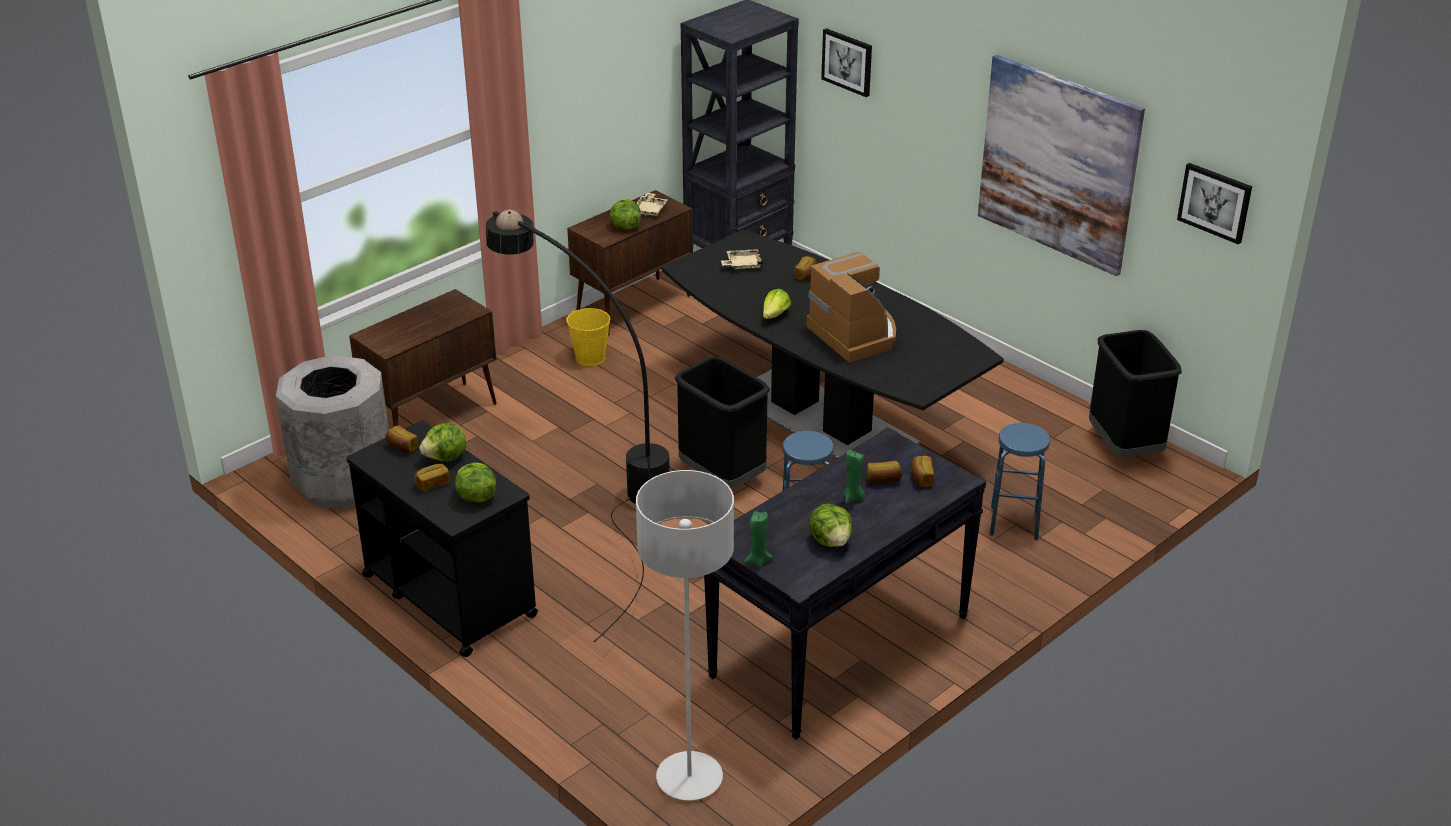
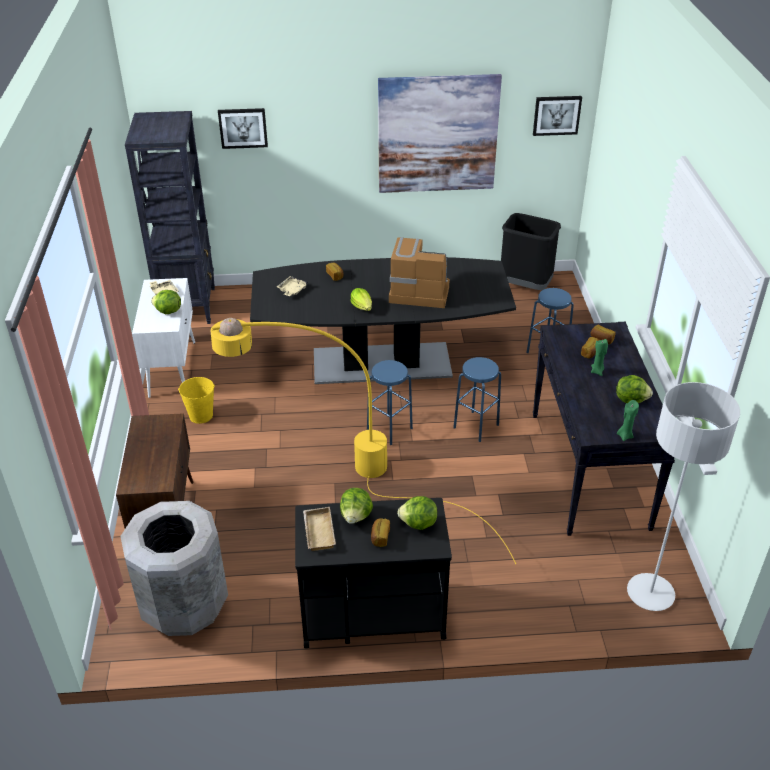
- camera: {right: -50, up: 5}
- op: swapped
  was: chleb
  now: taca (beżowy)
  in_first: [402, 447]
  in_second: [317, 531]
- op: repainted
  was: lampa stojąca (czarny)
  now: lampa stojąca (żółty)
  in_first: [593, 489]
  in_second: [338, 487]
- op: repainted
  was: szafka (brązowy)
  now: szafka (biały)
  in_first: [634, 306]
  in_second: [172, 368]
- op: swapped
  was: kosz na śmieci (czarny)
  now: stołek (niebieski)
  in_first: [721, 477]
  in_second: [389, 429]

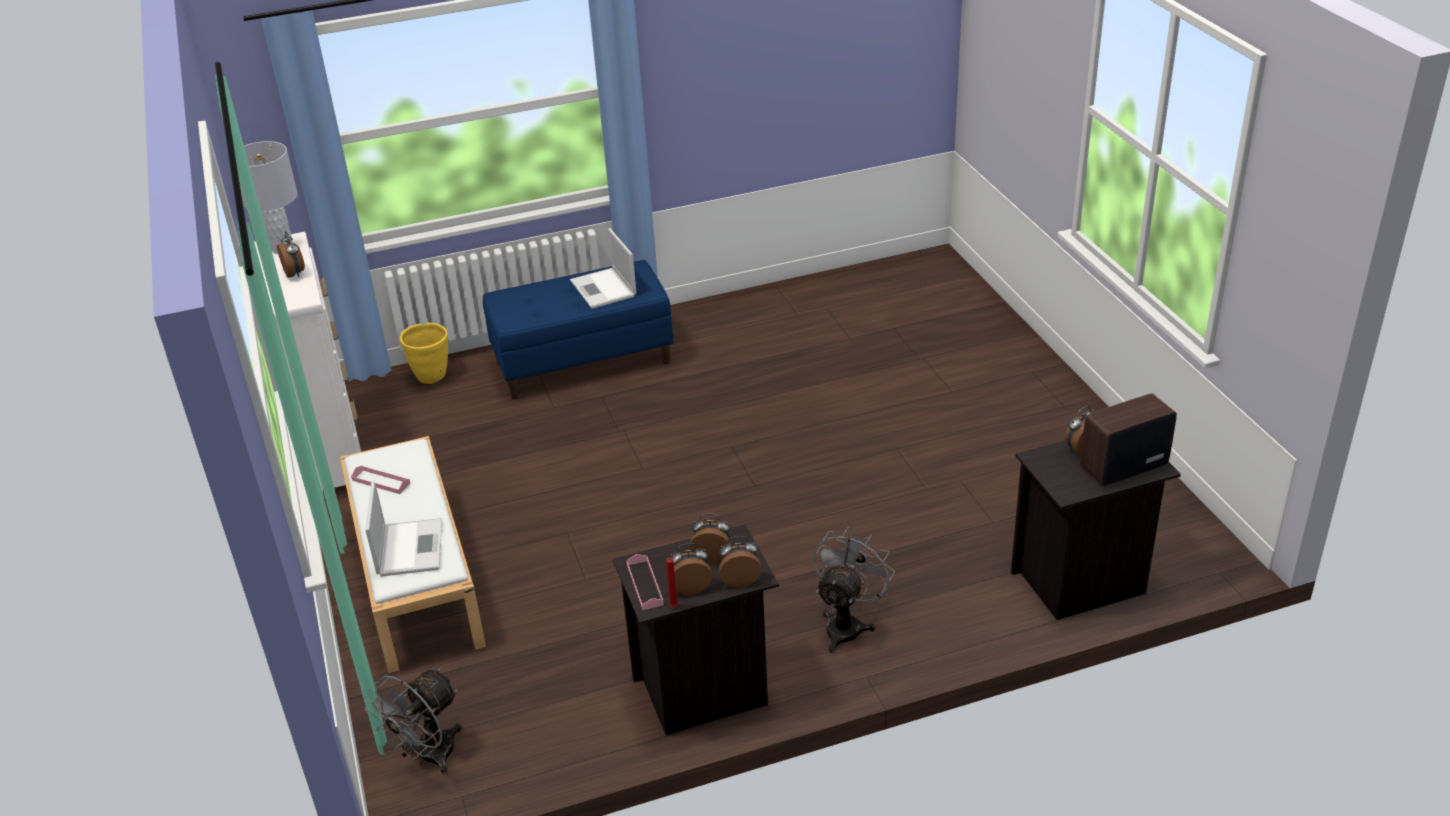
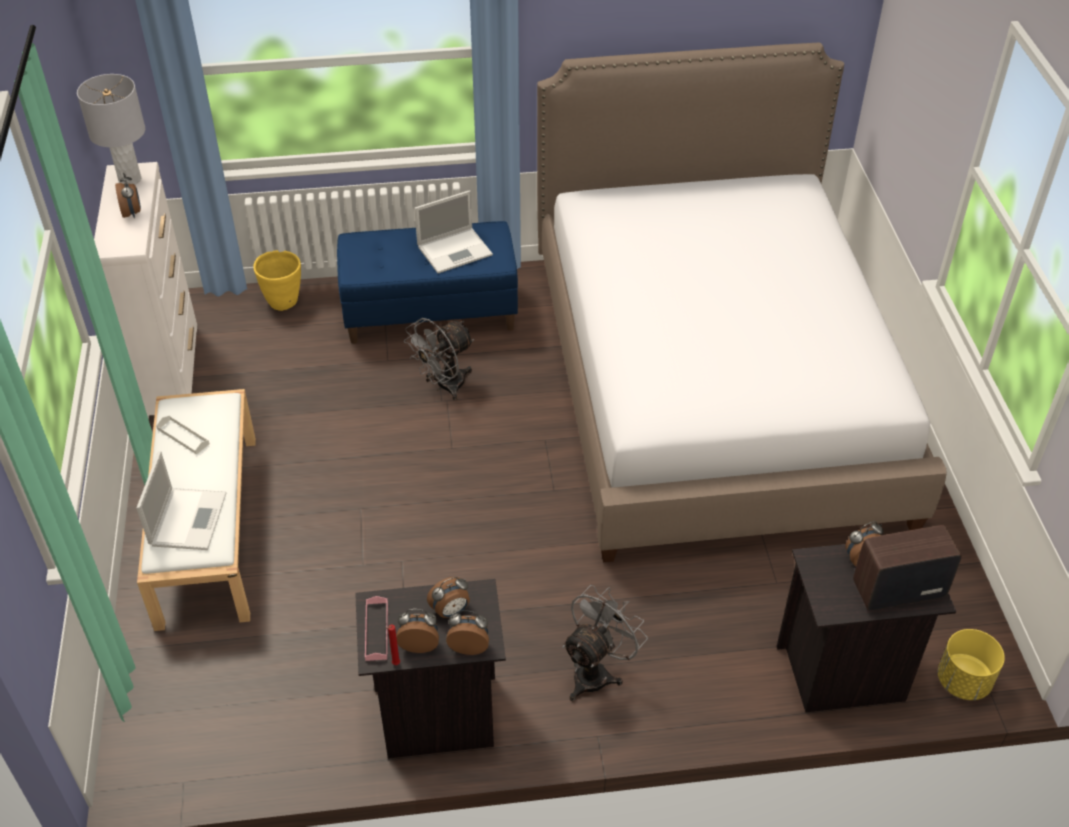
- camera: {right: 10, up: 10}
- op: repainted
  was: taca (różowy)
  now: taca (biały)
  in_first: [381, 482]
  in_second: [183, 436]
- op: shifted
  was: wentylator (szary)
  in_first: [428, 757]
  in_second: [444, 386]
- op: rotated
  was: laptop
  in_first: [604, 289]
  in_second: [456, 250]
  clockwise: -105
- op: rotated
  was: budzik
  in_first: [712, 556]
  in_second: [451, 611]
  clockwise: 135
- op: new
  now: łóżko
  in_second: [713, 385]
- op: new
  now: donica (żółty)
  in_second: [963, 681]

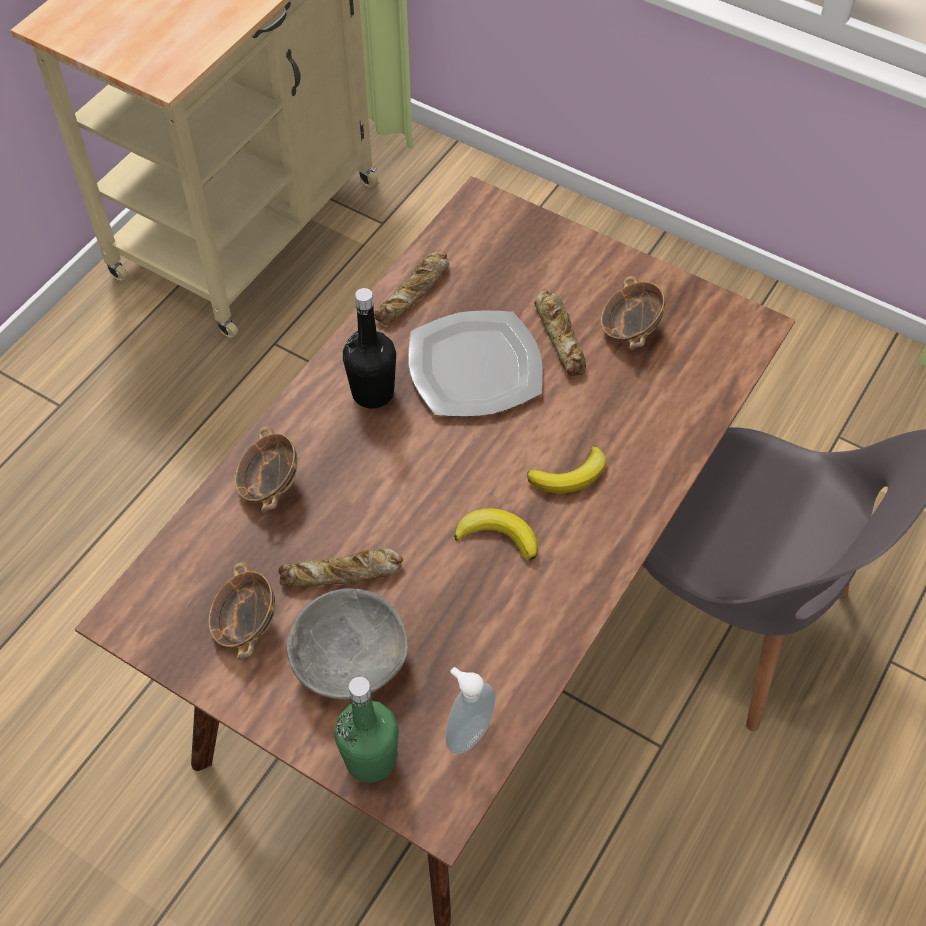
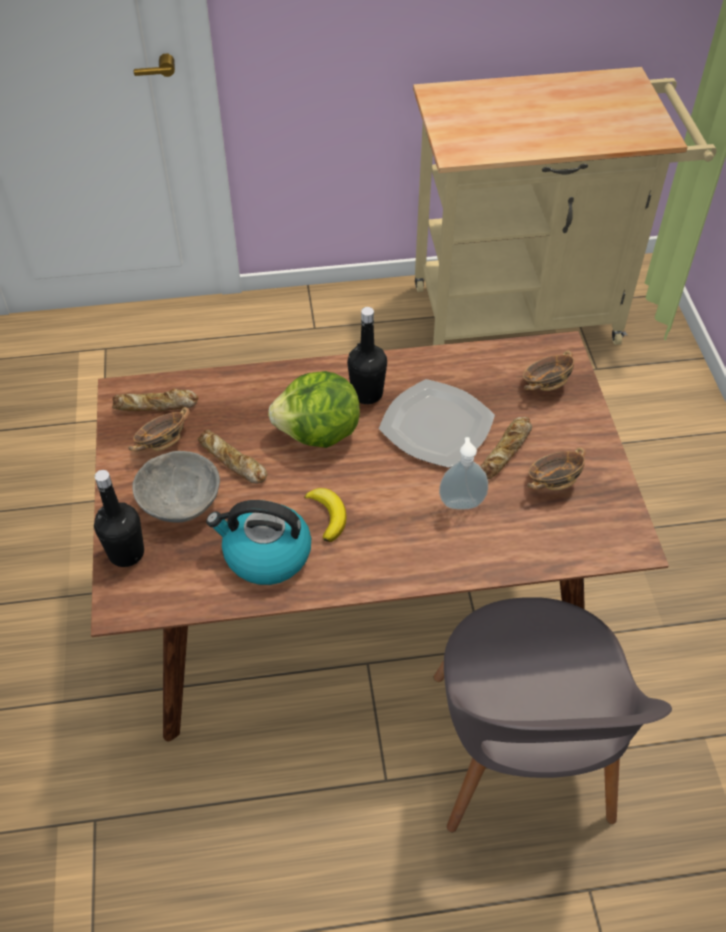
- camera: {right: 50, up: -5}
- op: shifted
  was: miska
  in_first: [269, 484]
  in_second: [545, 384]
- op: repainted
  was: butelka (zielony)
  now: butelka (czarny)
  in_first: [370, 759]
  in_second: [126, 553]
- op: shifted
  was: chleb
  in_first: [414, 293]
  in_second: [156, 405]
- op: shifted
  was: dozownik mydła
  in_first: [467, 732]
  in_second: [461, 502]
- op: gone
  was: banan
  in_first: [570, 476]
- op: new
  now: czajnik
  in_second: [265, 555]
- op: new
  now: sałata
  in_second: [319, 434]

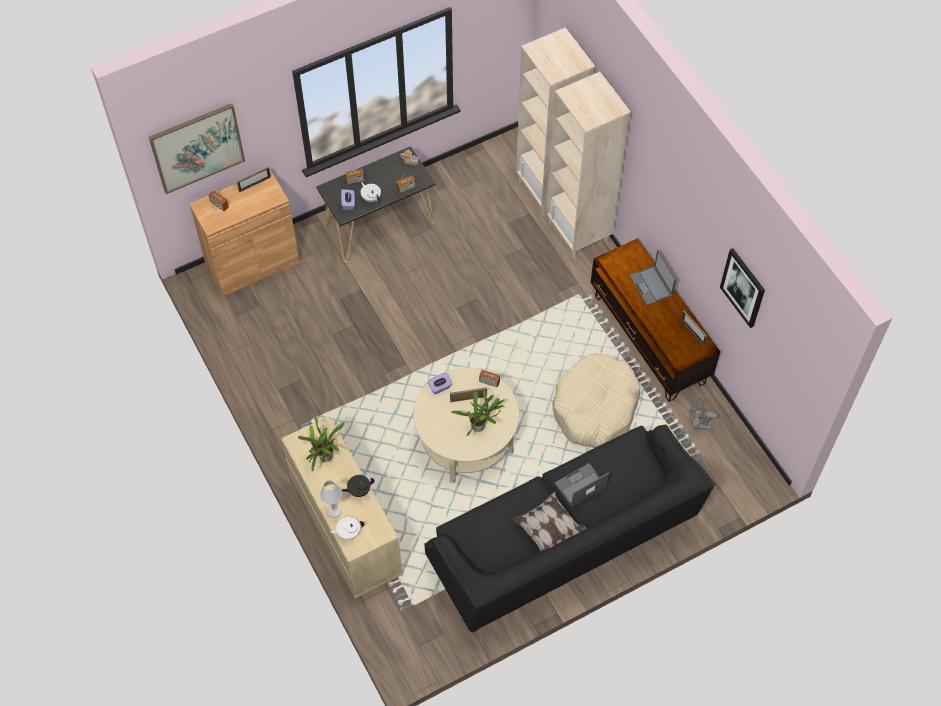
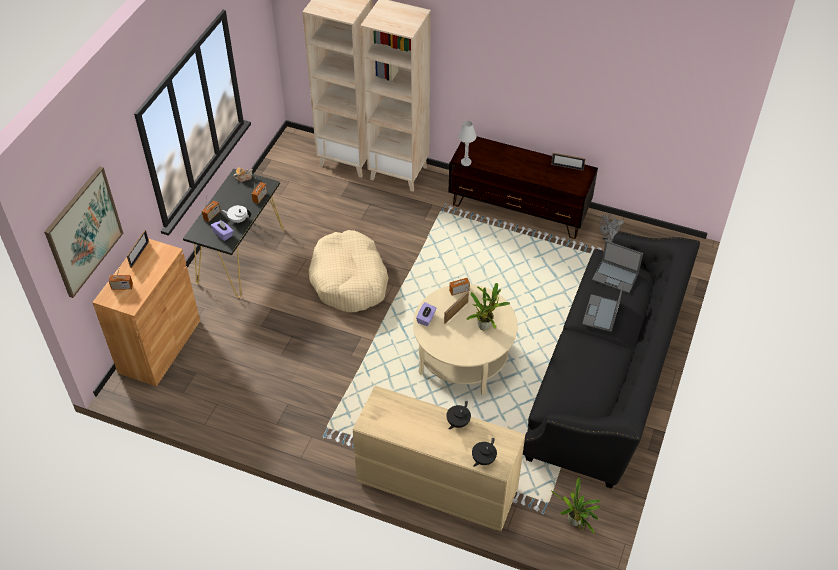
- camera: {right: -40, up: -10}
- op: shifted
  was: roślina doniczkowa
  in_first: [324, 458]
  in_second: [575, 523]
- op: shifted
  was: lampa stołowa (biały)
  in_first: [334, 512]
  in_second: [466, 162]
- op: repainted
  was: imbryk (biały)
  now: imbryk (czarny)
  in_first: [348, 532]
  in_second: [483, 459]
- op: gone
  was: poduszka
  in_first: [550, 530]
- op: shifted
  was: legowisko (beżowy)
  in_first: [595, 407]
  in_second: [349, 280]
- op: shifted
  was: laptop
  in_first: [651, 286]
  in_second: [616, 276]
- op: gone
  was: obraz
  in_first: [743, 287]

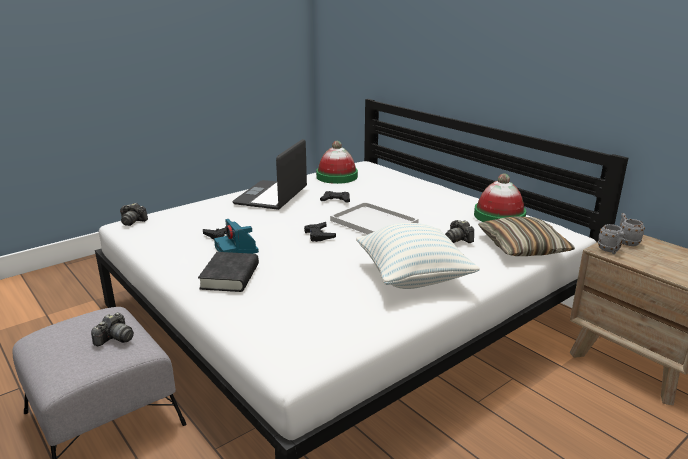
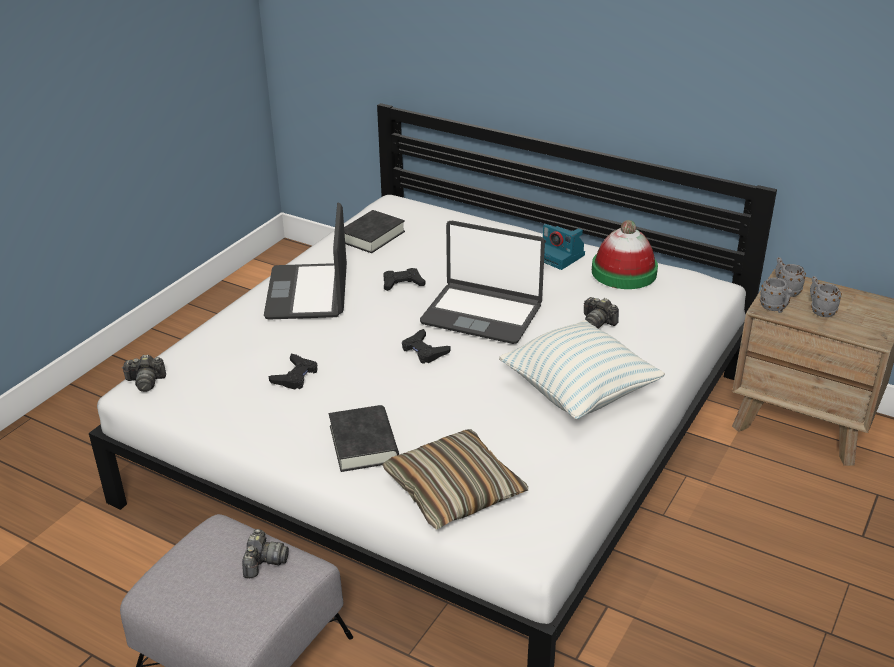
- camera: {right: -20, up: 10}
- op: shifted
  was: aparat fotograficzny
  in_first: [237, 250]
  in_second: [560, 257]
- op: swapped
  was: kapelusz
  now: książka (czarny)
  in_first: [337, 176]
  in_second: [371, 236]
- op: swapped
  was: taca (biały)
  now: laptop
  in_first: [375, 222]
  in_second: [482, 314]
- op: shifted
  was: poduszka
  in_first: [522, 247]
  in_second: [454, 491]
- op: new
  now: kubek (szary)
  in_second: [819, 310]

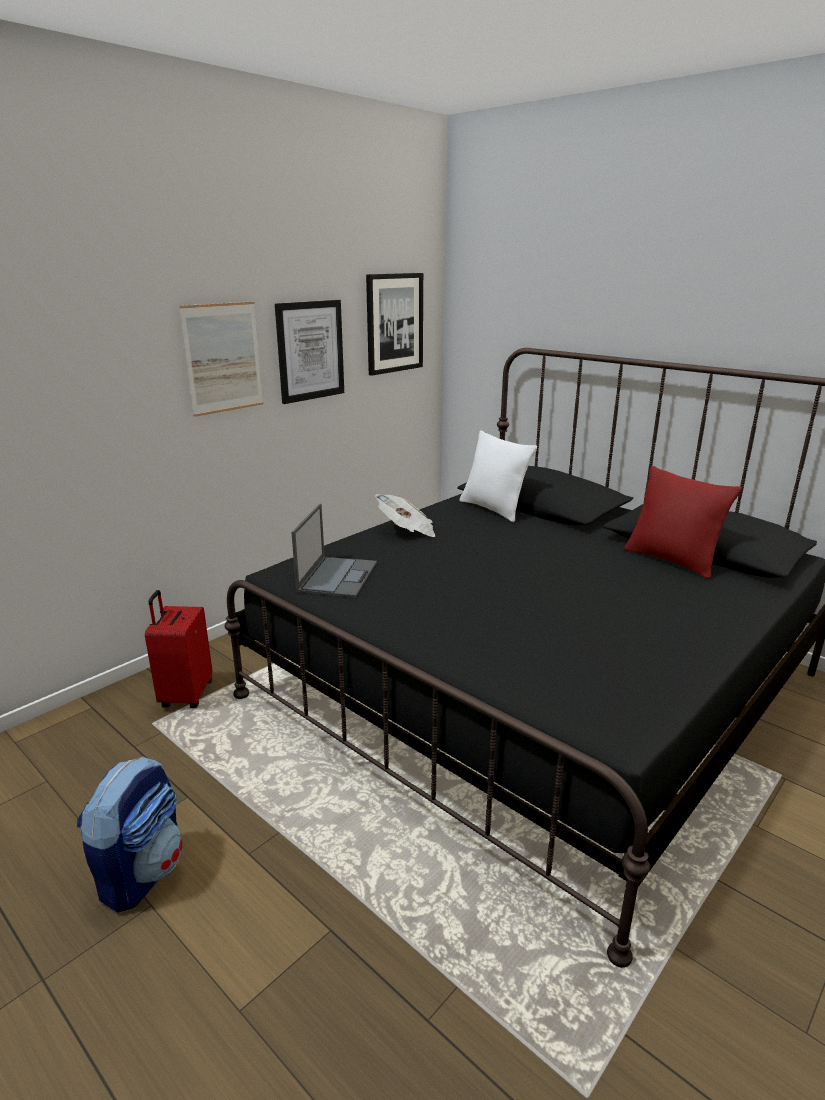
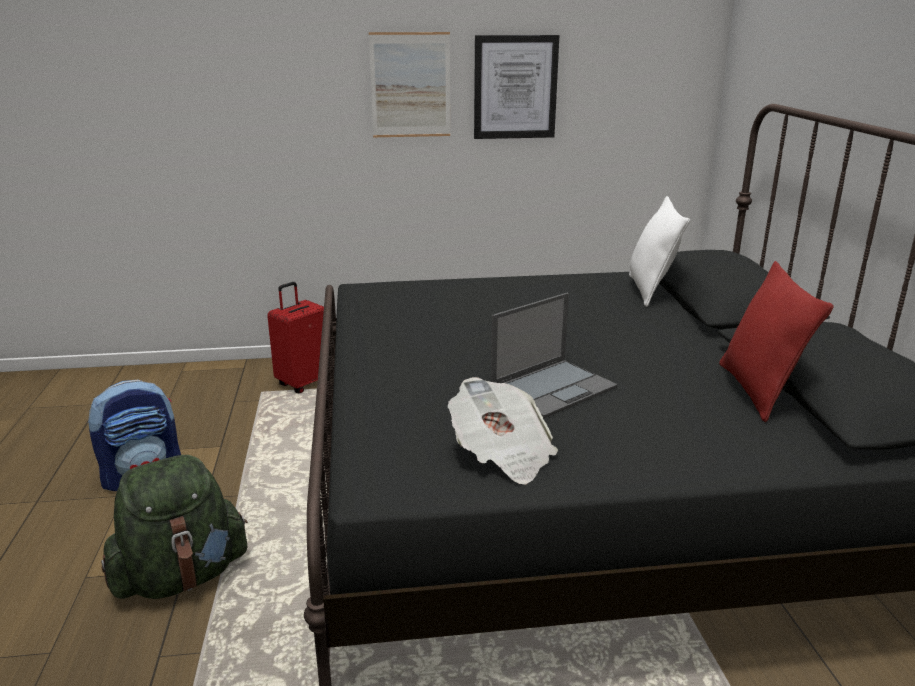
- camera: {right: 40, up: 0}
- op: shifted
  was: laptop
  in_first: [337, 576]
  in_second: [554, 387]
- op: gone
  was: obraz
  in_first: [394, 323]
- op: shifted
  was: gazeta
  in_first: [407, 531]
  in_second: [502, 454]
- op: new
  now: plecak (zielony)
  in_second: [182, 577]

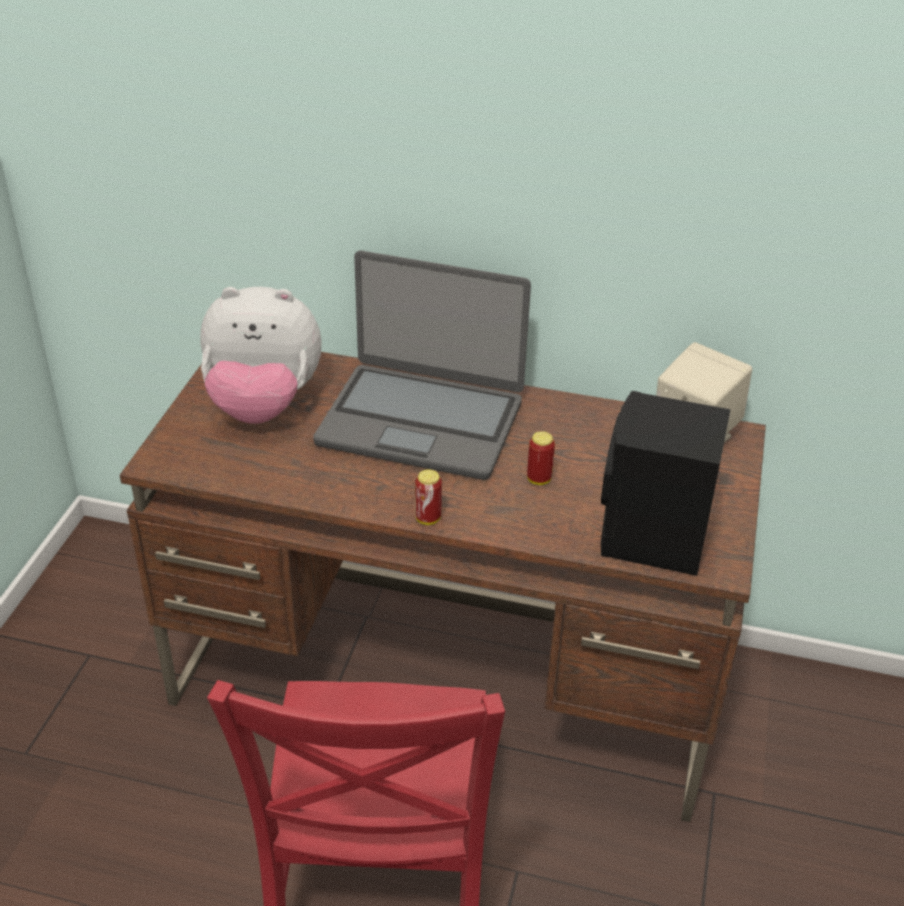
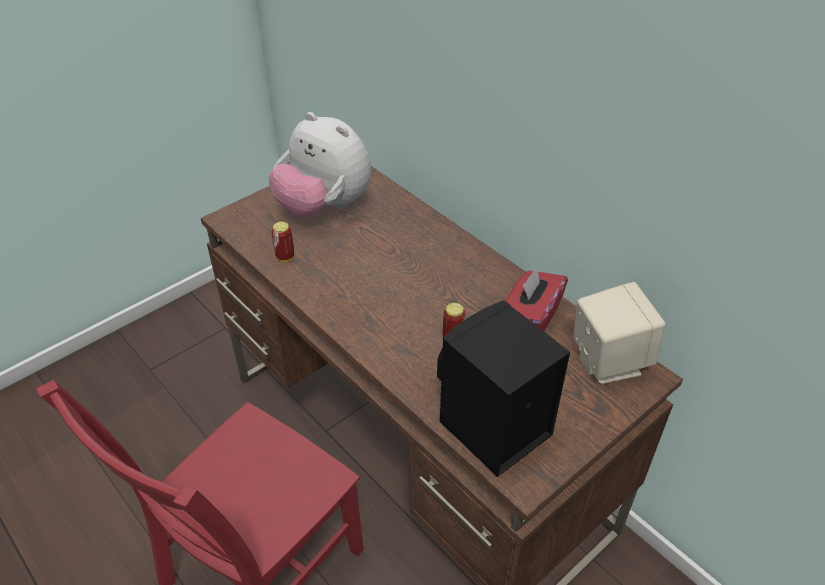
- camera: {right: 35, up: 5}
- op: gone
  was: laptop
  in_first: [421, 421]
- op: shifted
  was: puszka
  in_first: [428, 518]
  in_second: [285, 257]
- op: new
  now: pudełko chusteczek (czerwony)
  in_second: [530, 318]

